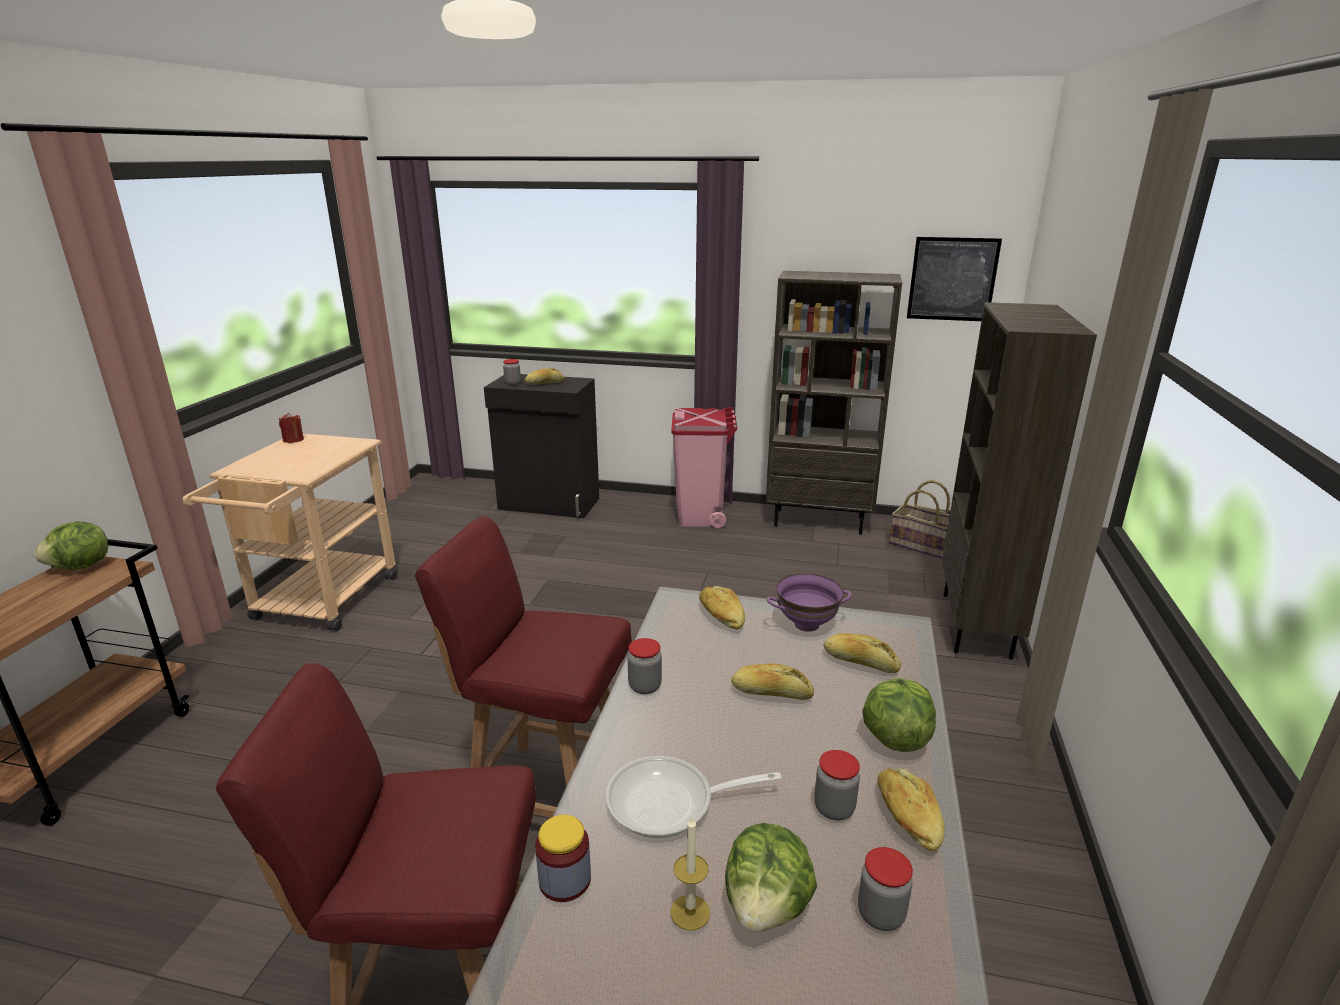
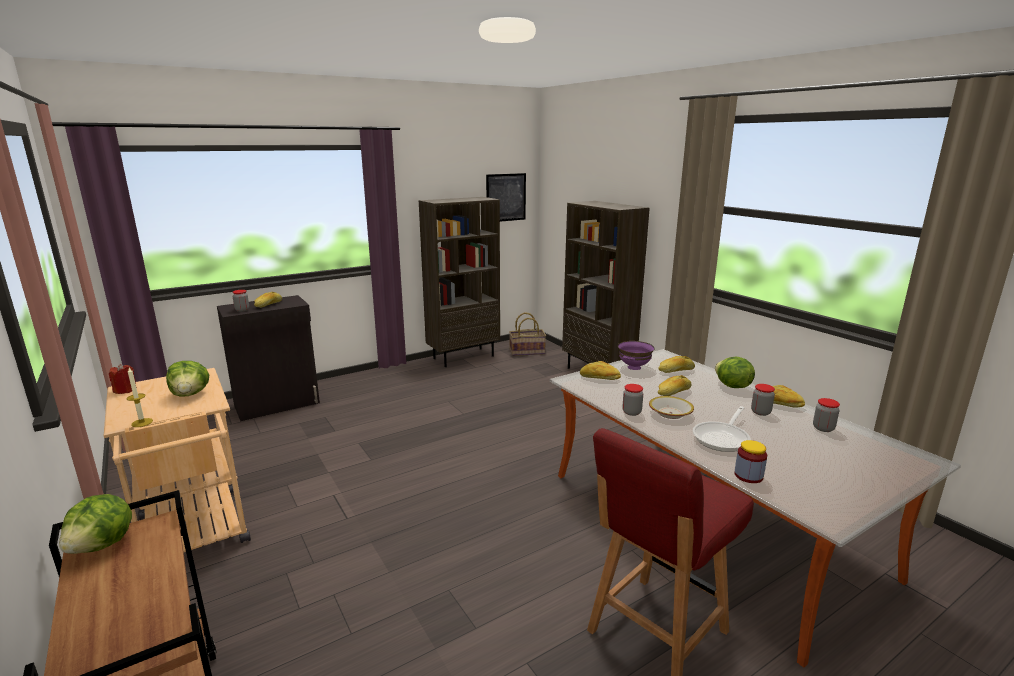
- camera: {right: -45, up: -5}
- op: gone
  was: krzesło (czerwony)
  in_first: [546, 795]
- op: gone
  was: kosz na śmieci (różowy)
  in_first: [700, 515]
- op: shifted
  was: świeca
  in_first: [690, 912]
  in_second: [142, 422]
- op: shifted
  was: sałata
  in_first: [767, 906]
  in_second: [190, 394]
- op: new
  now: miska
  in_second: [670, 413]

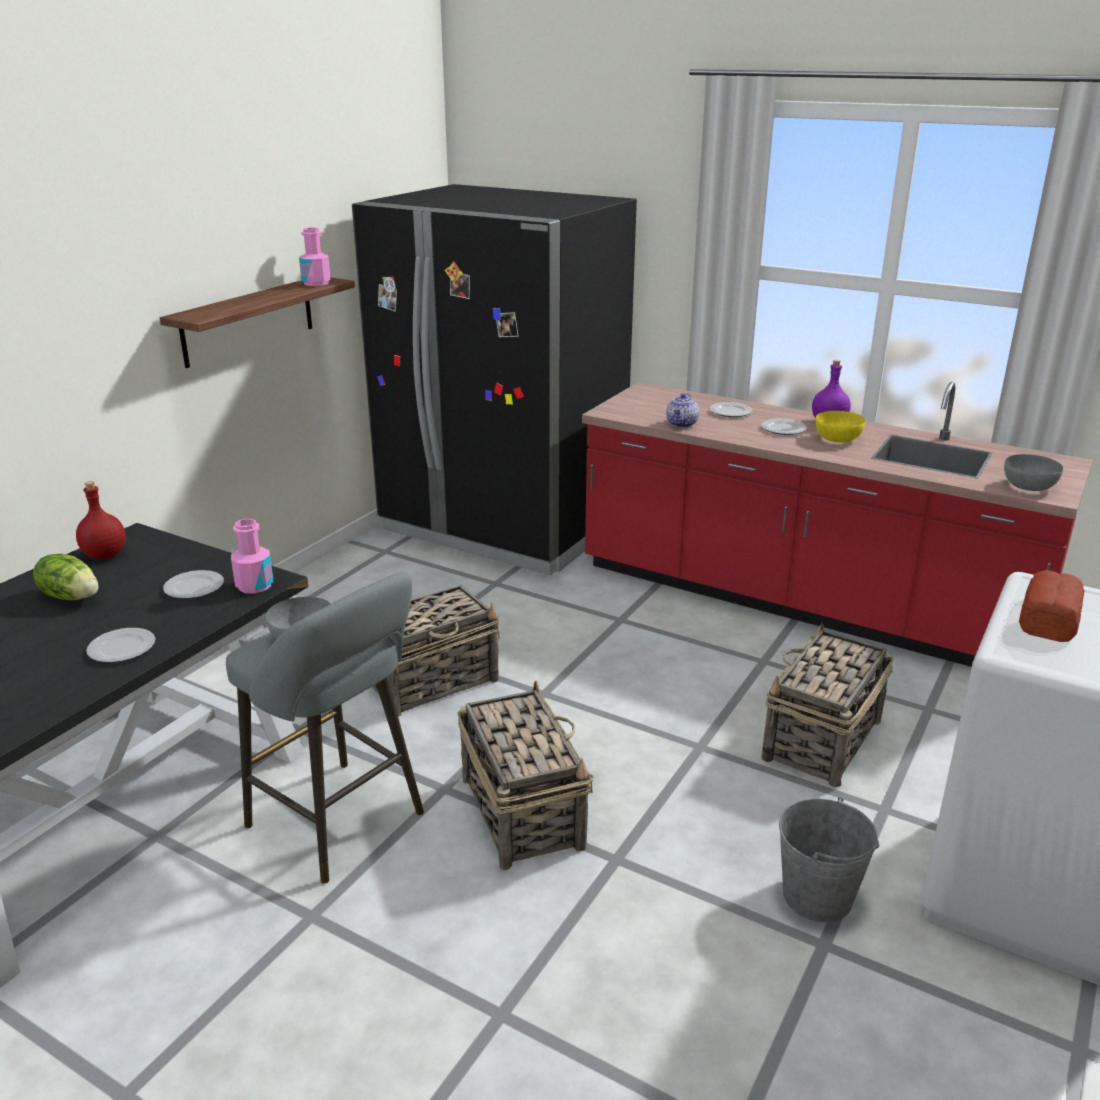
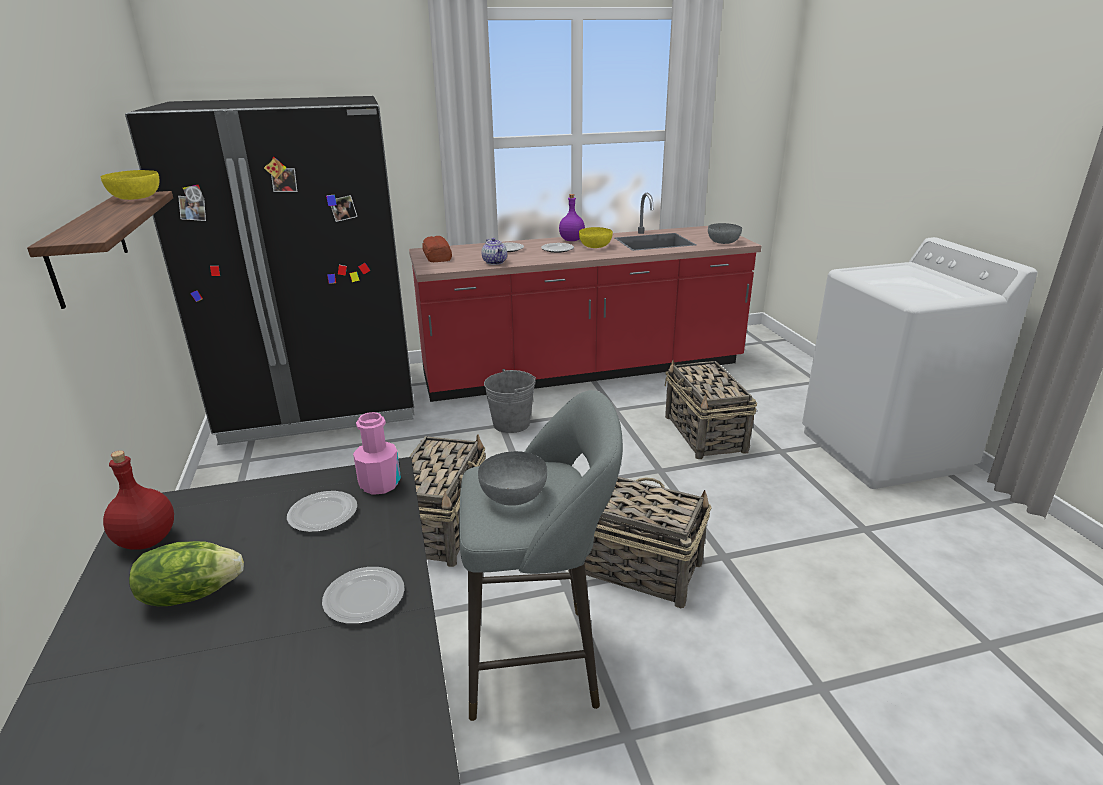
- camera: {right: -45, up: 0}
- op: swapped
  was: butelka (różowy)
  now: miska (żółty)
  in_first: [316, 283]
  in_second: [137, 197]
- op: shifted
  was: wiadro (szary)
  in_first: [817, 896]
  in_second: [511, 424]
- op: shifted
  was: chleb
  in_first: [1050, 617]
  in_second: [437, 256]

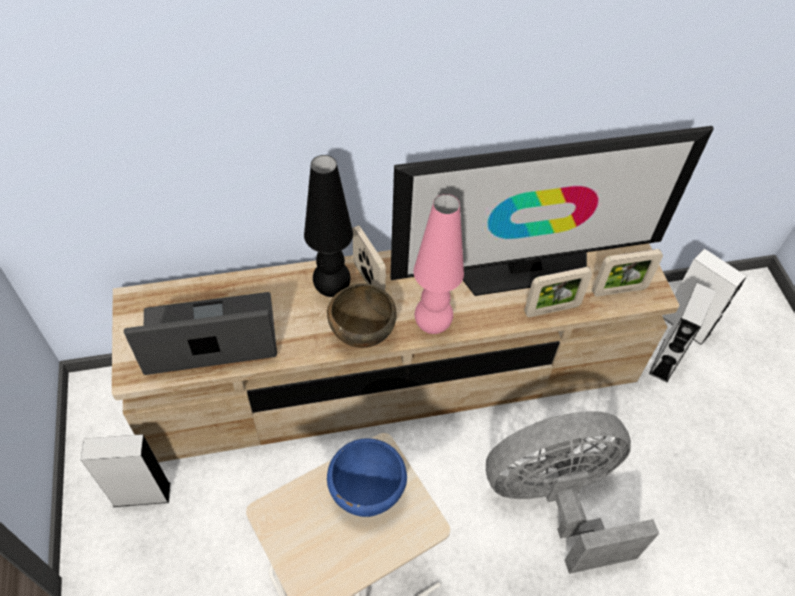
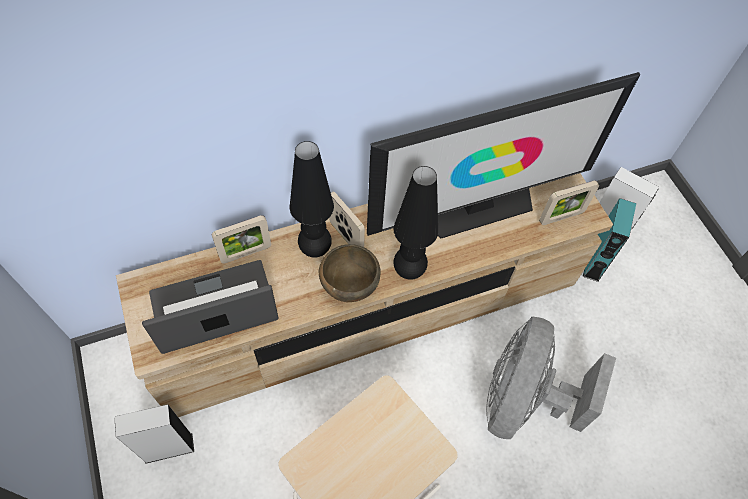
- camera: {right: -10, up: 5}
- op: gone
  was: miska (niebieski)
  in_first: [366, 493]
- op: repainted
  was: lampa stołowa (różowy)
  now: lampa stołowa (czarny)
  in_first: [432, 325]
  in_second: [408, 270]
- op: rotated
  was: wentylator (szary)
  in_first: [555, 502]
  in_second: [523, 399]
  clockwise: -45
- op: shifted
  was: ramka na zdjęcie
  in_first: [552, 309]
  in_second: [246, 253]
- op: repainted
  was: głośnik (szary)
  now: głośnik (turkusowy)
  in_first: [665, 360]
  in_second: [594, 262]

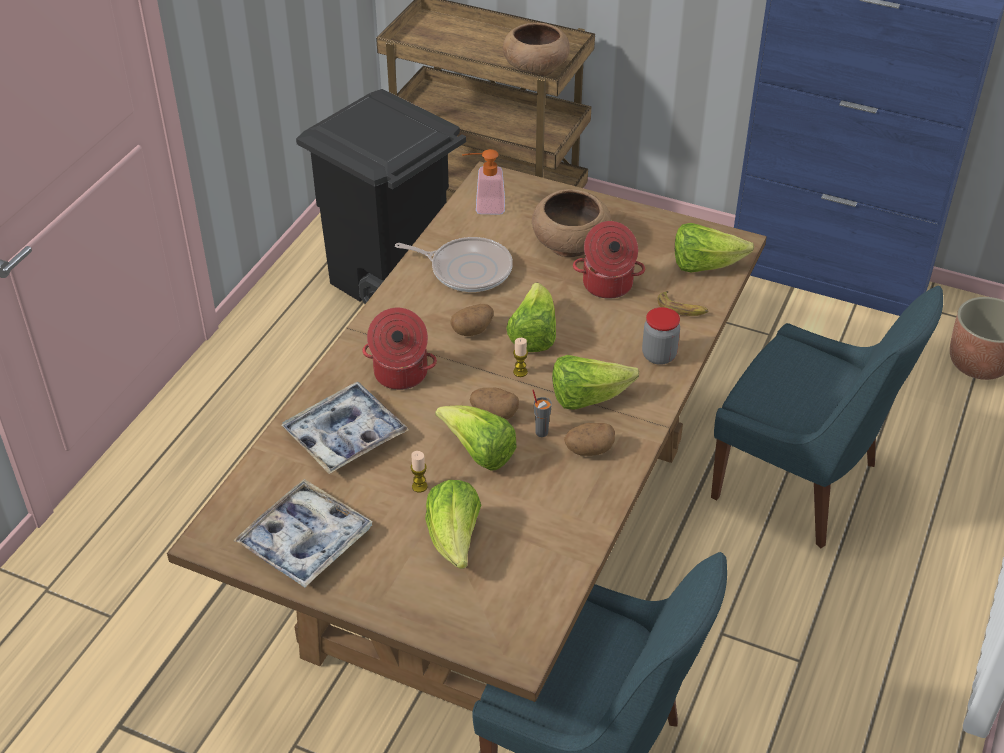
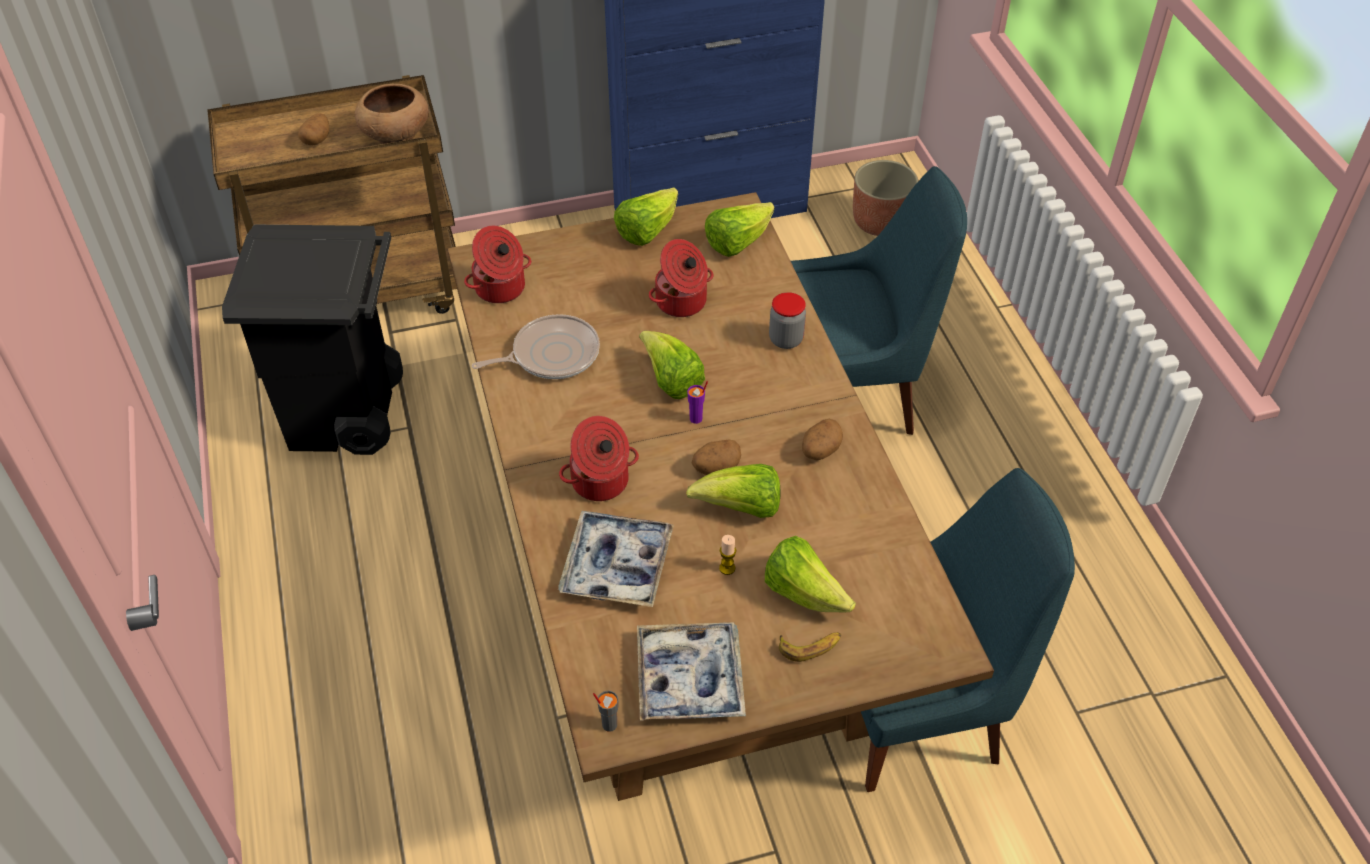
- camera: {right: -40, up: 5}
- op: shifted
  was: ziemniak
  in_first: [472, 330]
  in_second: [317, 139]
- op: swapped
  was: dozownik mydła
  now: garnek
  in_first: [484, 207]
  in_second: [501, 289]
- op: swapped
  was: świeca
  now: filiżanka (fioletowy)
  in_first: [520, 372]
  in_second: [696, 419]
- op: gone
  was: miska (brązowy)
  in_first: [571, 244]
- op: shifted
  was: filiżanka (szary)
  in_first: [541, 432]
  in_second: [609, 724]
- op: shifted
  was: sałata
  in_first: [587, 398]
  in_second: [647, 231]
- op: shifted
  was: banan
  in_first: [682, 309]
  in_second: [810, 647]

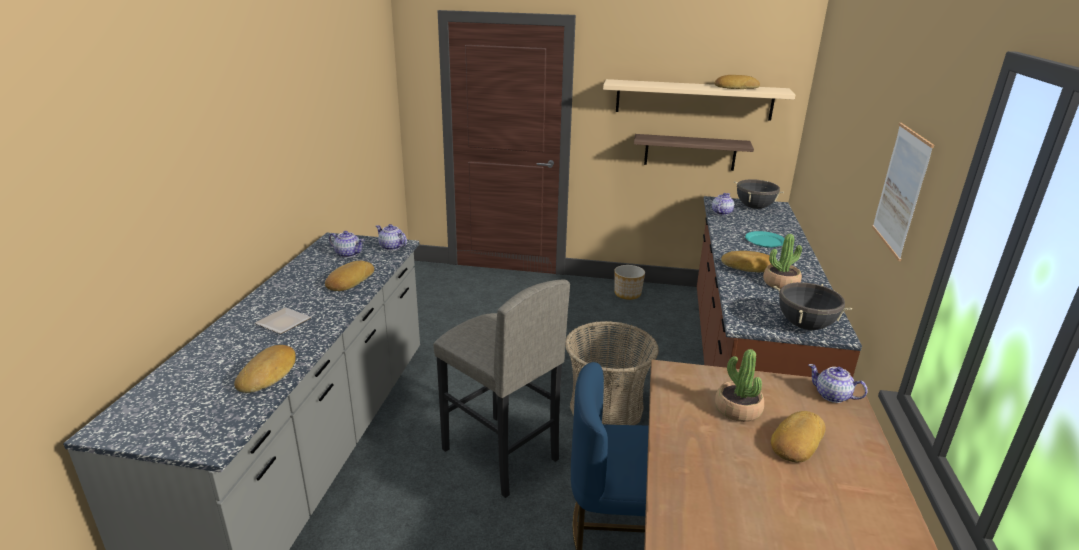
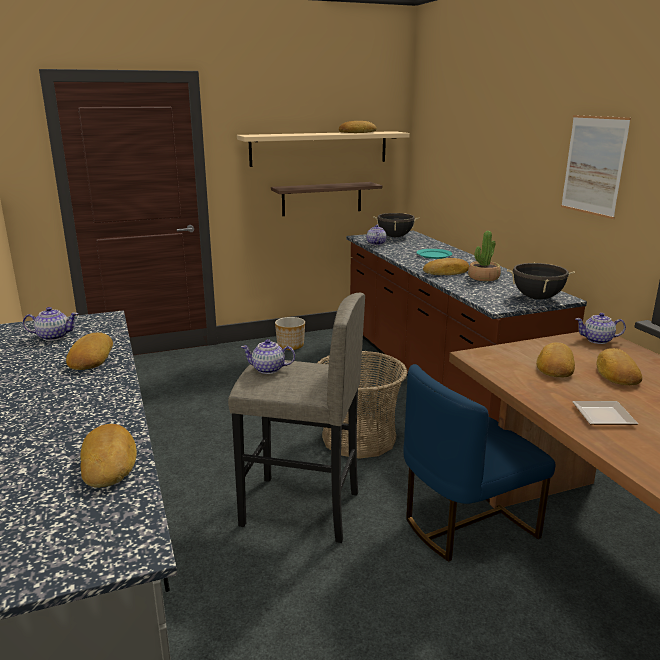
- camera: {right: -30, up: -5}
- op: shifted
  was: talerz
  in_first: [283, 324]
  in_second: [605, 417]
- op: shifted
  was: imbryk
  in_first: [392, 247]
  in_second: [269, 369]
- op: swapped
  was: roślina doniczkowa
  now: chleb
  in_first: [737, 409]
  in_second: [554, 366]

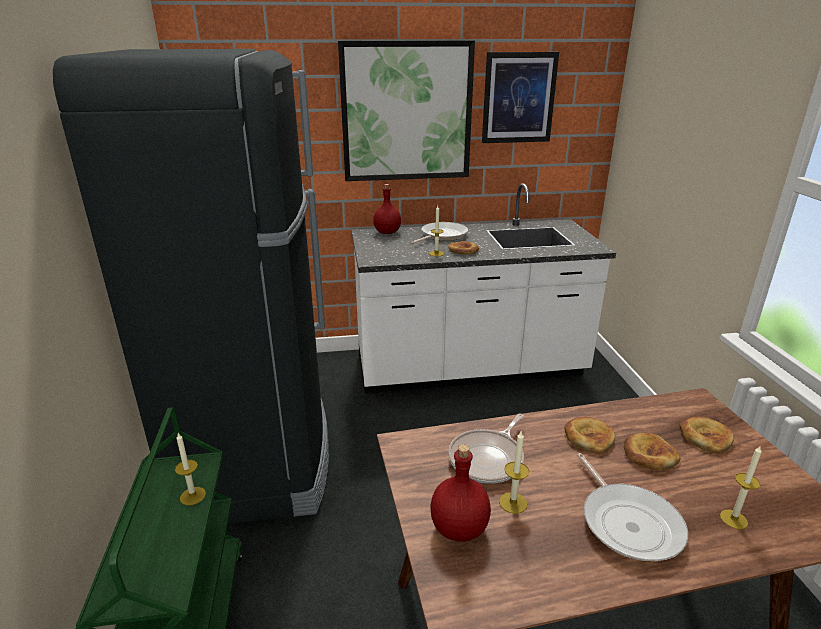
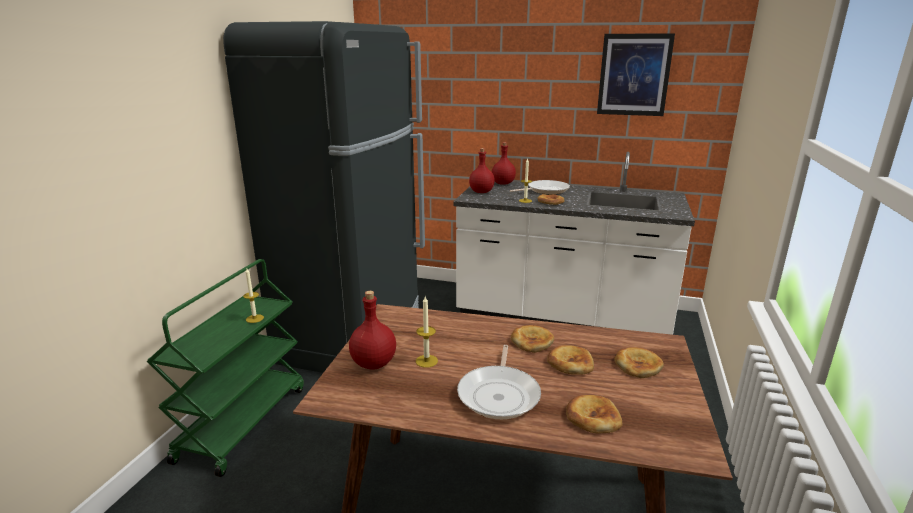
- camera: {right: 25, up: -5}
- op: gone
  was: obraz
  in_first: [406, 112]
- op: gone
  was: patelnia
  in_first: [488, 459]
- op: swapped
  was: świeca
  now: chleb
  in_first: [733, 519]
  in_second: [592, 417]
- op: new
  now: butelka (czerwony)
  in_second: [481, 192]

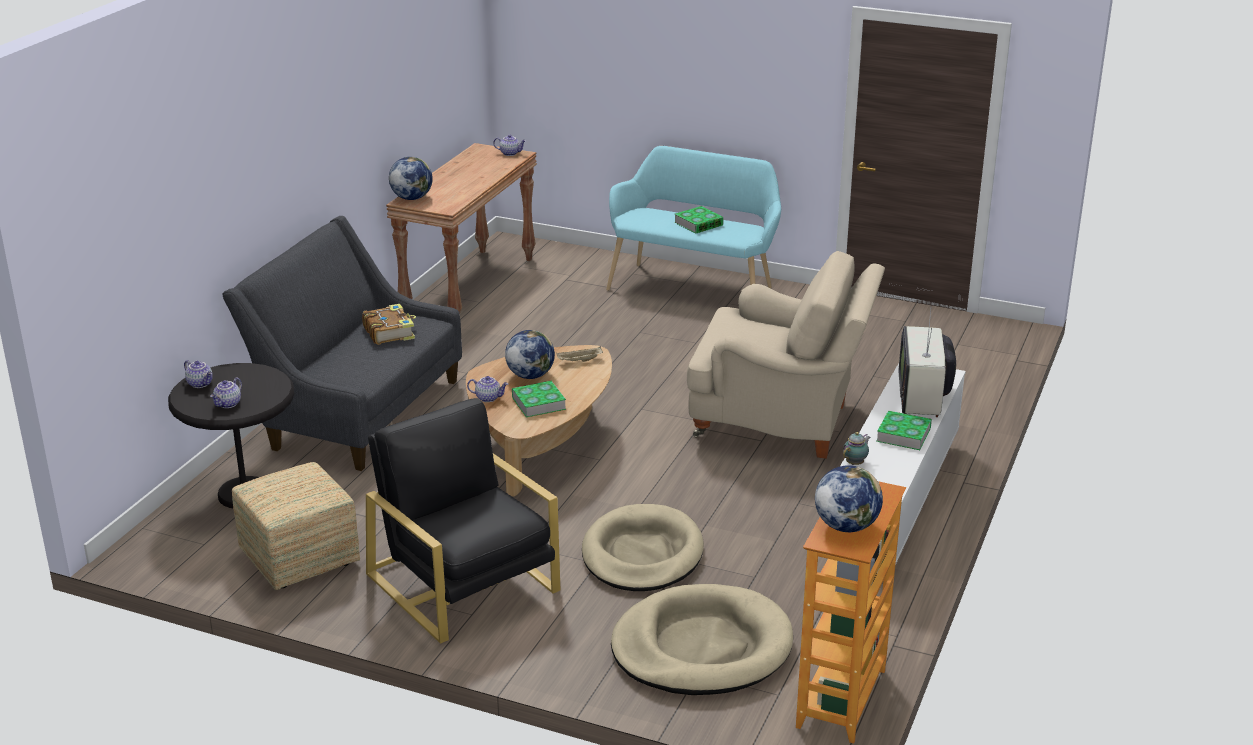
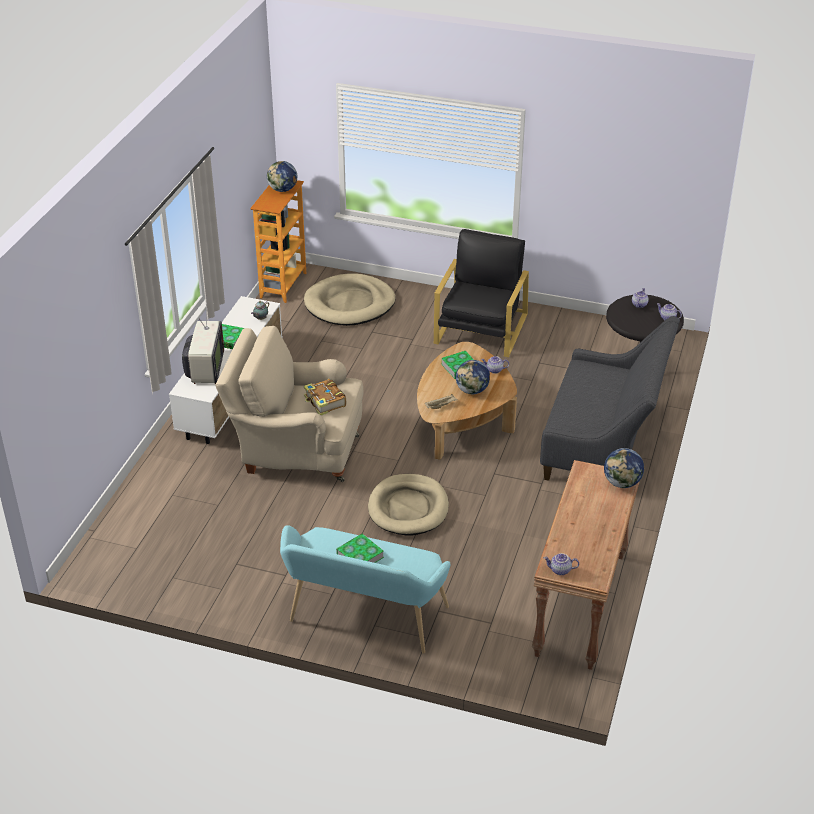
- camera: {right: 175, up: 10}
- op: gone
  was: pufa
  in_first: [298, 557]
- op: shifted
  was: książka
  in_first: [389, 332]
  in_second: [325, 402]
- op: rotated
  was: fotel (czarny)
  in_first: [464, 583]
  in_second: [480, 329]
  clockwise: -120
- op: shifted
  was: legowisko (beżowy)
  in_first: [642, 554]
  in_second: [408, 508]

